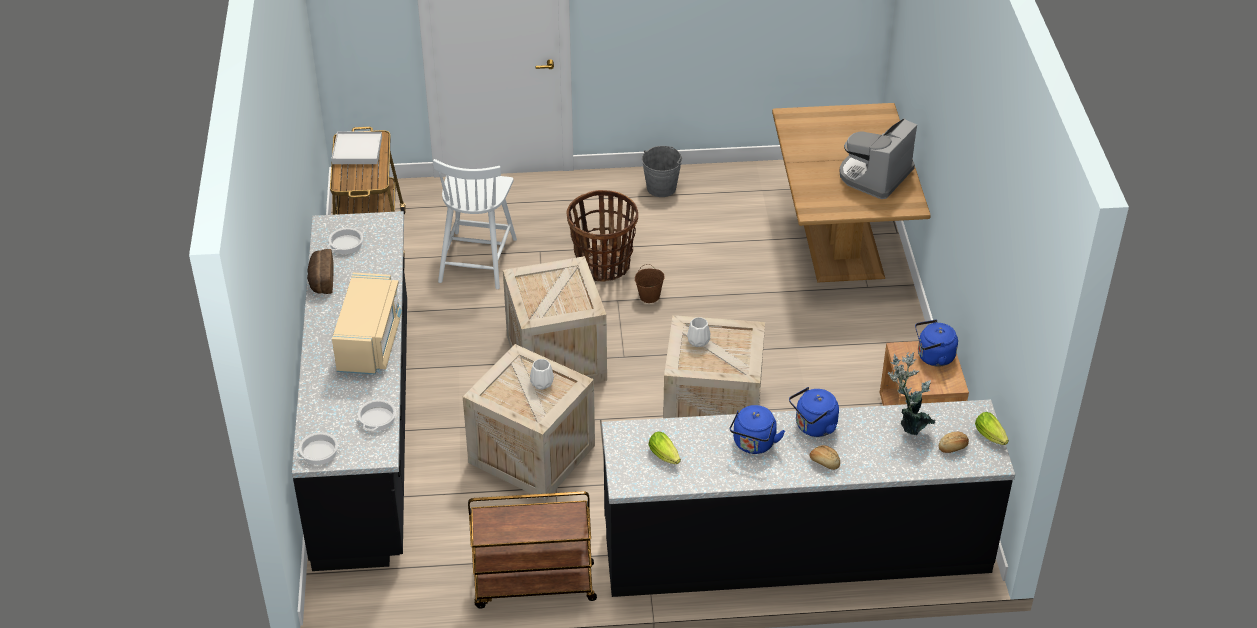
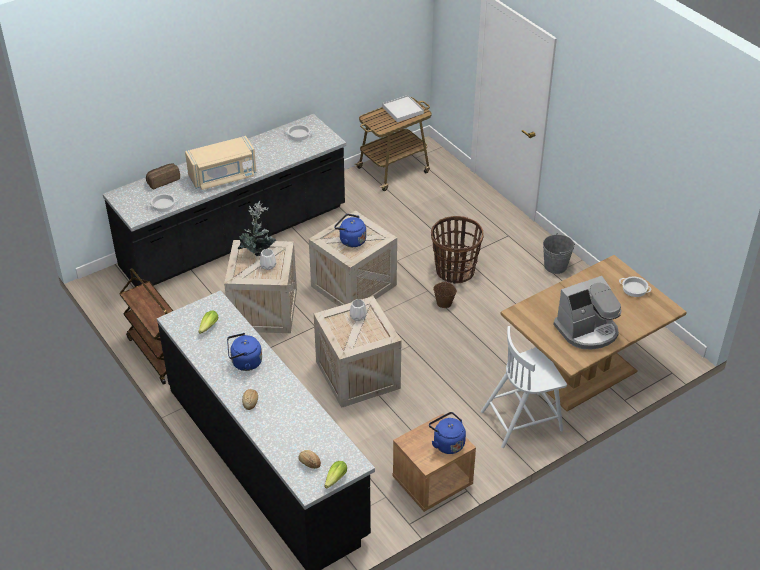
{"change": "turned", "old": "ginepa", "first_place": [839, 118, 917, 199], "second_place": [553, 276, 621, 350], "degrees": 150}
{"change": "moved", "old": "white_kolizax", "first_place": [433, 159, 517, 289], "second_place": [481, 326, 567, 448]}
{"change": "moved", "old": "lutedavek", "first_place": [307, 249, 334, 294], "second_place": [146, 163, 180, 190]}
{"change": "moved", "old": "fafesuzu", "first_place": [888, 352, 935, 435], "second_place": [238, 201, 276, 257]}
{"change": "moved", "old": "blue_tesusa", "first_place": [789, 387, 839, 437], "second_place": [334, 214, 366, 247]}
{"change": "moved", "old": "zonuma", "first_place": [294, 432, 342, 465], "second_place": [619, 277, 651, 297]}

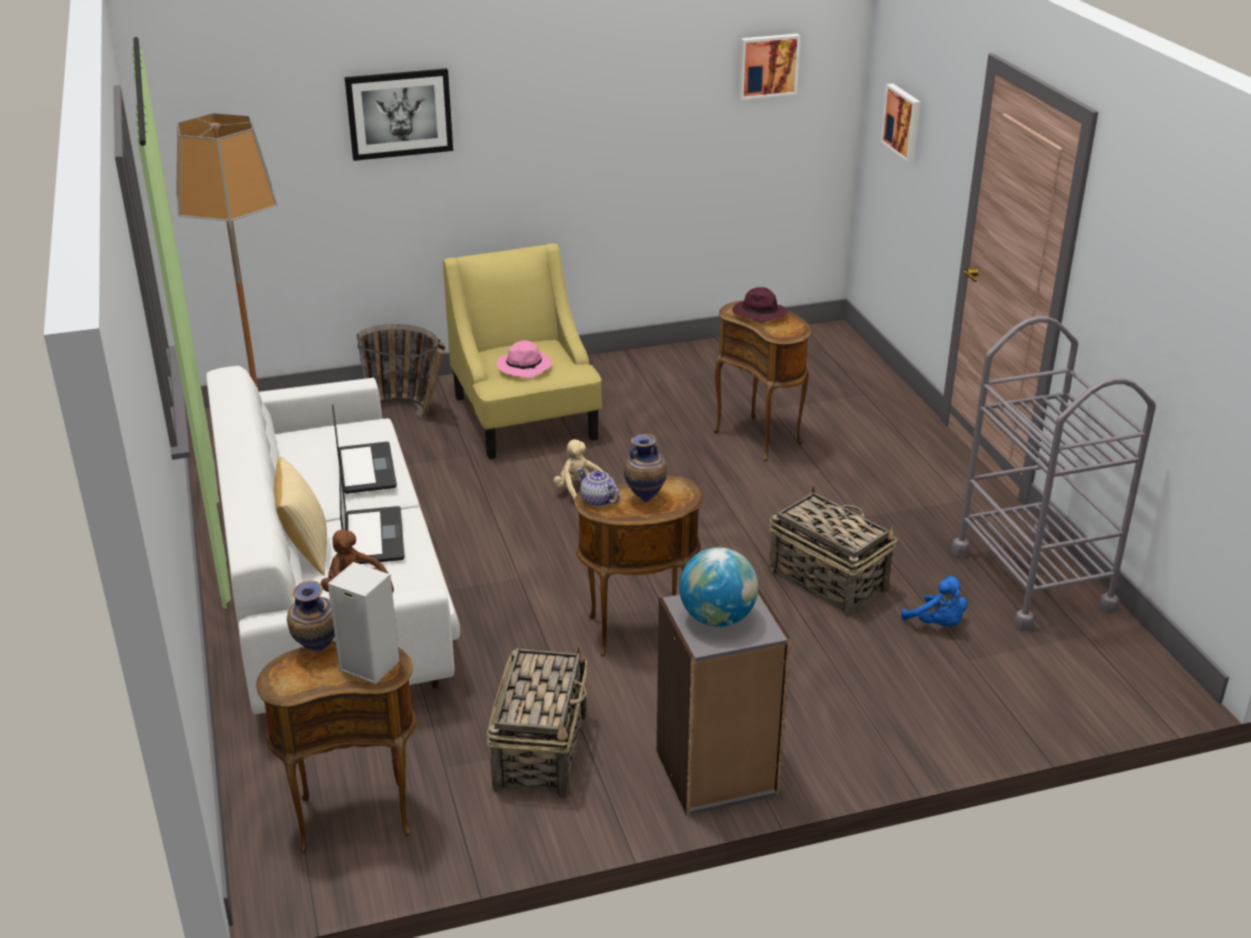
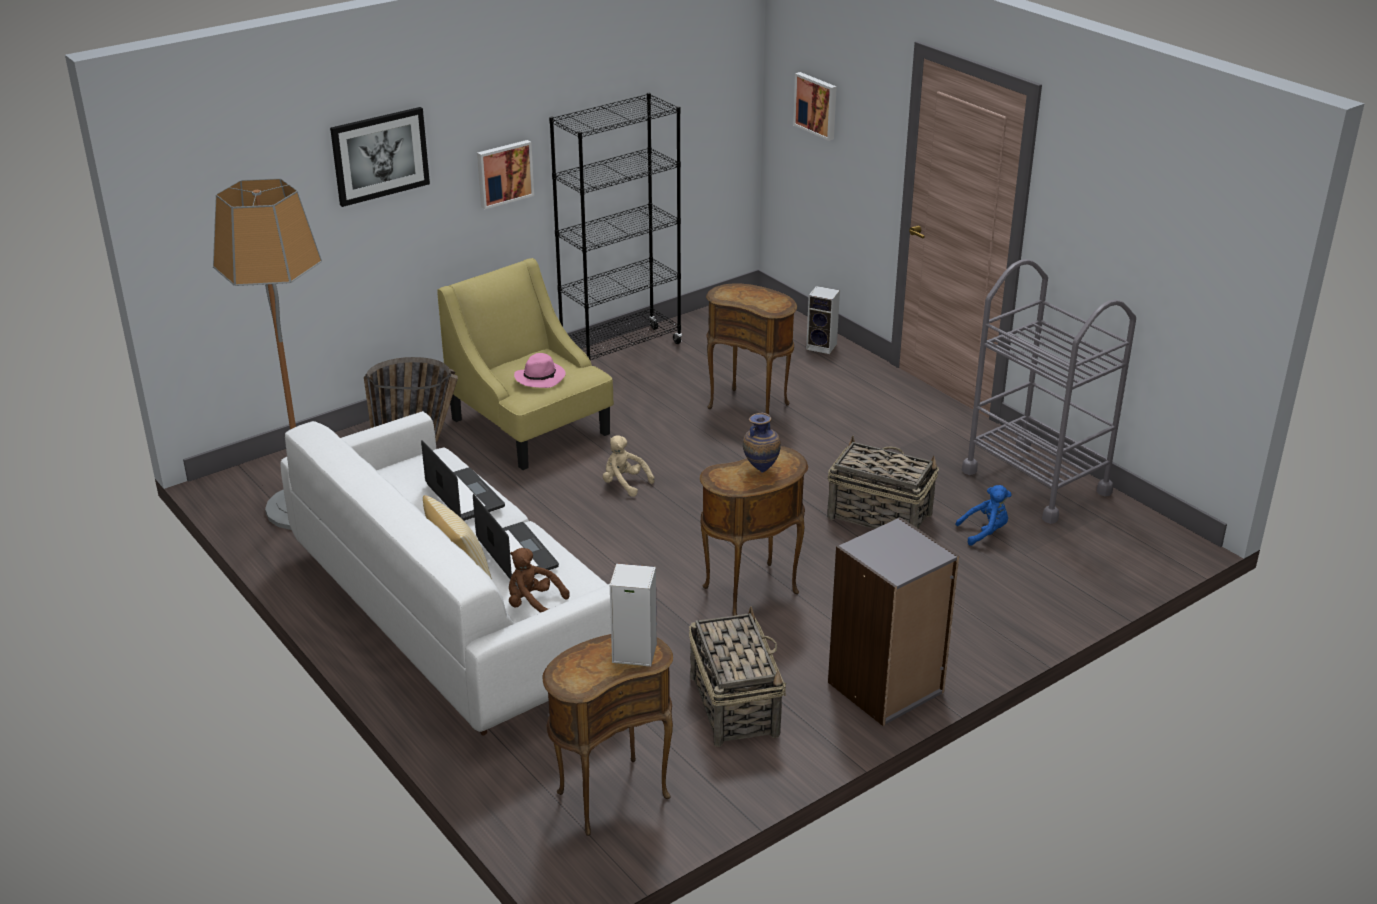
{"change": "moved", "old": "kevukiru", "first_place": [739, 34, 800, 100], "second_place": [477, 140, 534, 209]}
{"change": "removed", "old": "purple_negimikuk", "first_place": [732, 287, 788, 323]}
{"change": "removed", "old": "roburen", "first_place": [577, 468, 620, 507]}
{"change": "removed", "old": "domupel", "first_place": [679, 547, 758, 627]}
{"change": "turned", "old": "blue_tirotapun", "first_place": [901, 576, 967, 626], "second_place": [955, 485, 1011, 546], "degrees": -45}
{"change": "removed", "old": "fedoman", "first_place": [287, 581, 335, 651]}
{"change": "added", "new": "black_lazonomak", "second_place": [549, 93, 682, 361]}
{"change": "added", "new": "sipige", "second_place": [806, 286, 840, 354]}

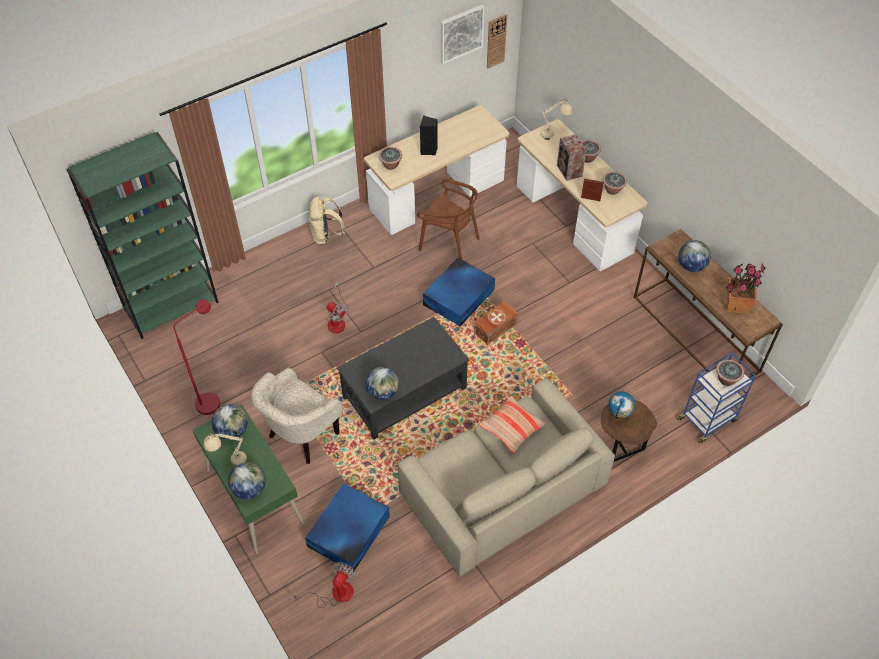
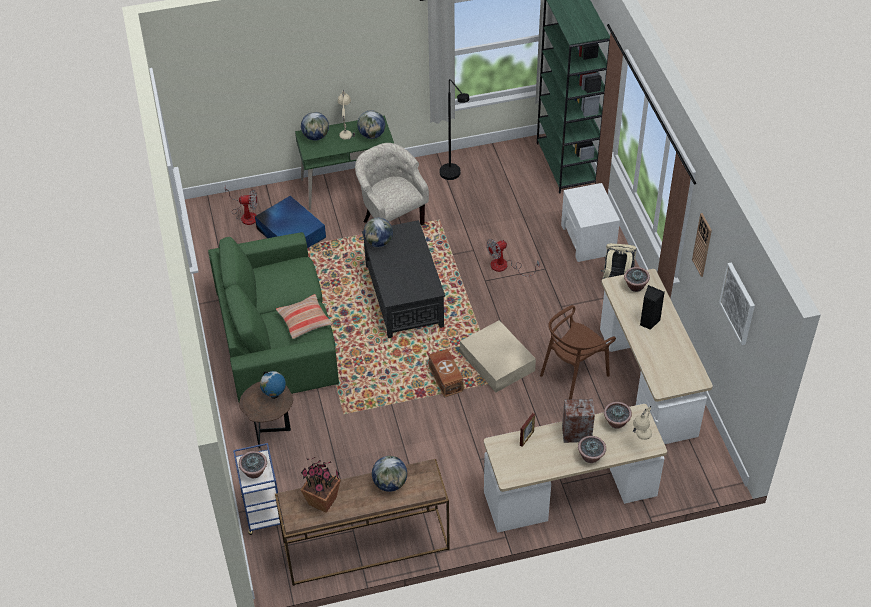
{"change": "moved", "old": "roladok", "first_place": [487, 14, 507, 69], "second_place": [692, 213, 712, 277]}
{"change": "moved", "old": "fafesuzu", "first_place": [603, 171, 627, 195], "second_place": [604, 402, 632, 429]}
{"change": "recoloured", "old": "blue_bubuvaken", "new": "beige_bubuvaken", "first_place": [423, 258, 495, 327], "second_place": [460, 320, 536, 392]}
{"change": "recoloured", "old": "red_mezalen", "new": "black_mezalen", "first_place": [173, 299, 220, 415], "second_place": [440, 79, 470, 180]}
{"change": "recoloured", "old": "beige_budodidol", "new": "green_budodidol", "first_place": [398, 378, 615, 577], "second_place": [208, 232, 339, 402]}
{"change": "turned", "old": "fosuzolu", "first_place": [290, 562, 357, 608], "second_place": [225, 187, 257, 225], "degrees": -45}
{"change": "added", "new": "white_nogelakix", "second_place": [561, 183, 620, 262]}

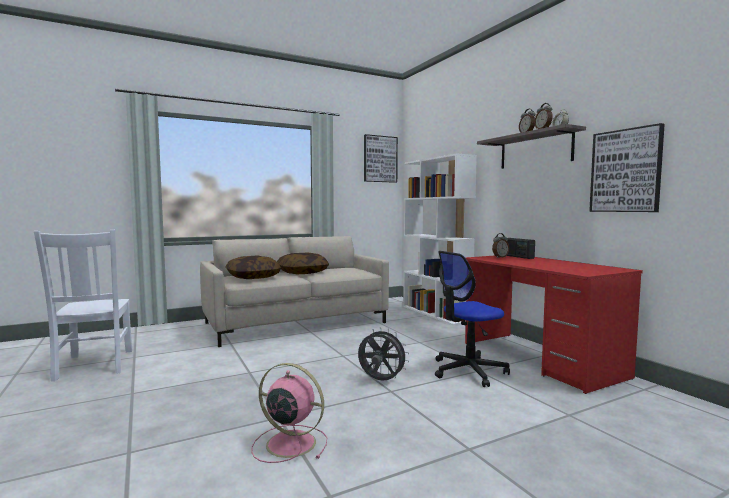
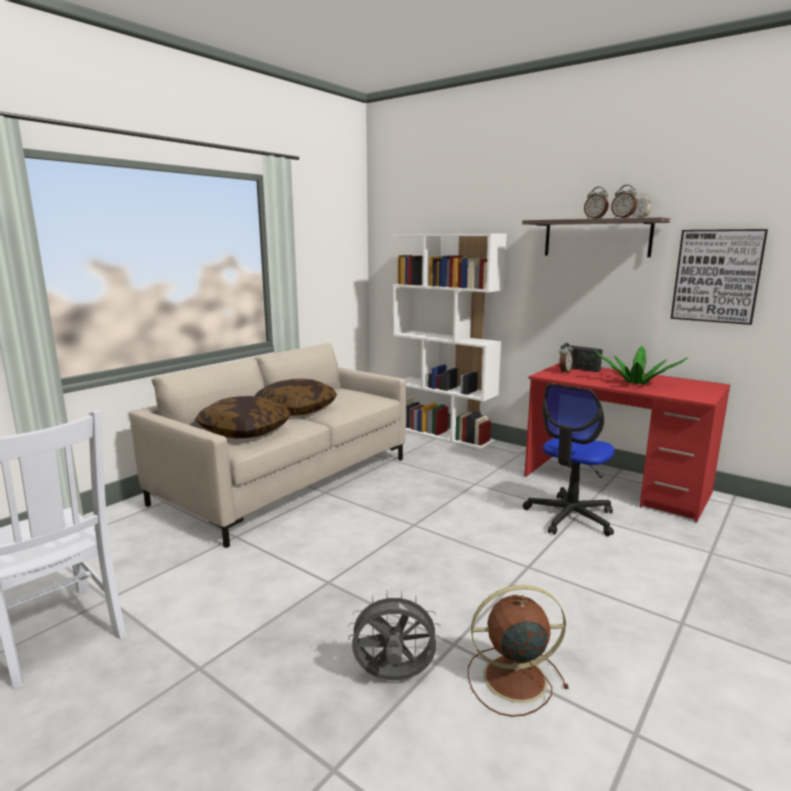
{"change": "removed", "old": "kevukiru", "first_place": [364, 134, 398, 183]}
{"change": "moved", "old": "grey_fosuzolu", "first_place": [358, 327, 409, 381], "second_place": [348, 591, 441, 680]}
{"change": "recoloured", "old": "pink_fosuzolu", "new": "brown_fosuzolu", "first_place": [251, 363, 327, 463], "second_place": [468, 585, 569, 717]}
{"change": "added", "new": "fafesuzu", "second_place": [594, 346, 689, 384]}

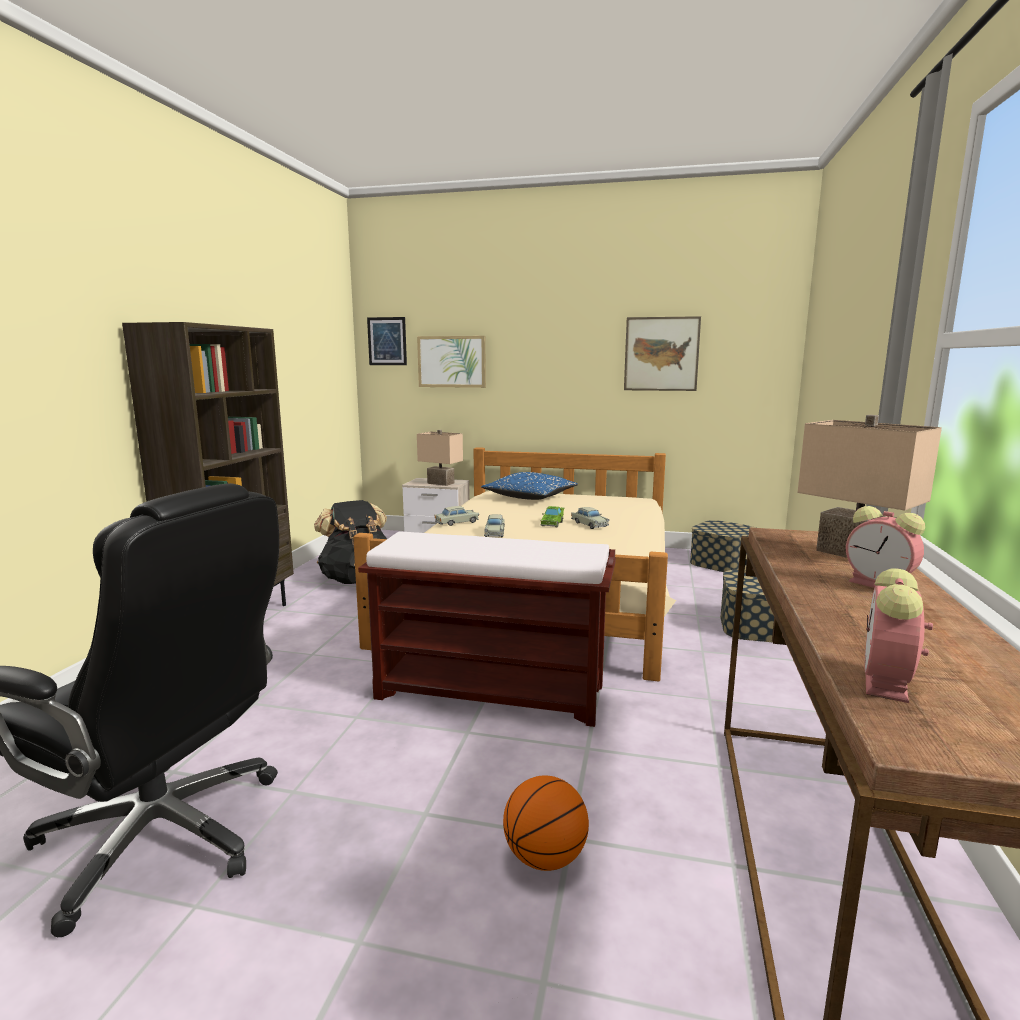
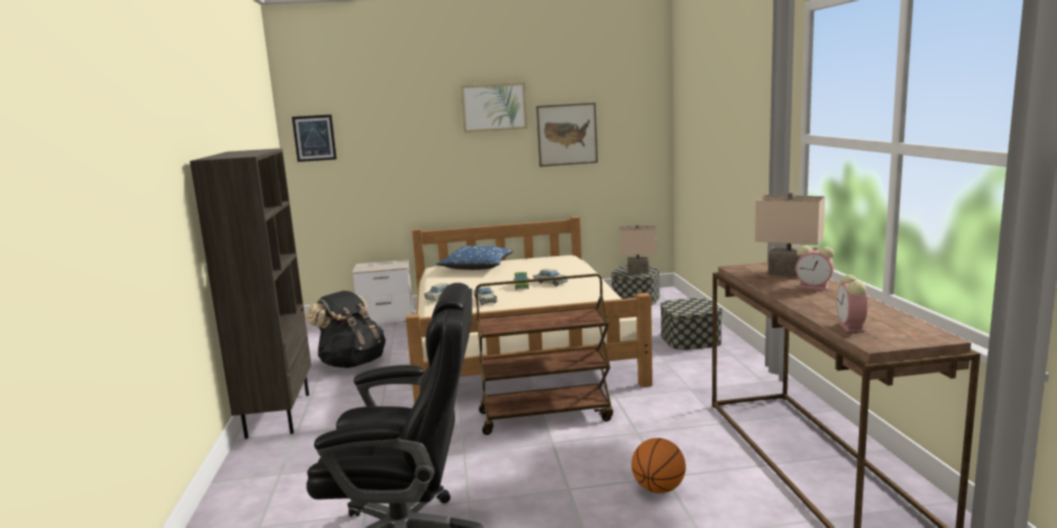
{"change": "moved", "old": "kevukiru", "first_place": [417, 336, 486, 388], "second_place": [460, 82, 527, 133]}
{"change": "moved", "old": "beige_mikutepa", "first_place": [417, 430, 463, 486], "second_place": [620, 225, 656, 274]}
{"change": "replaced", "old": "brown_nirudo", "new": "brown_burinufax", "first_place": [358, 531, 616, 727], "second_place": [475, 274, 613, 435]}

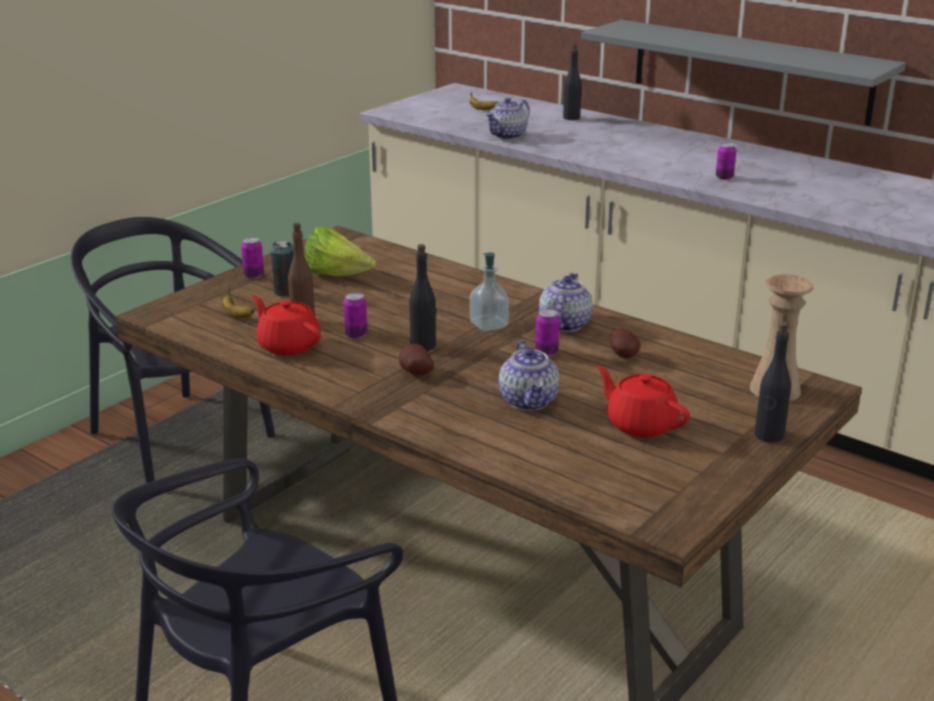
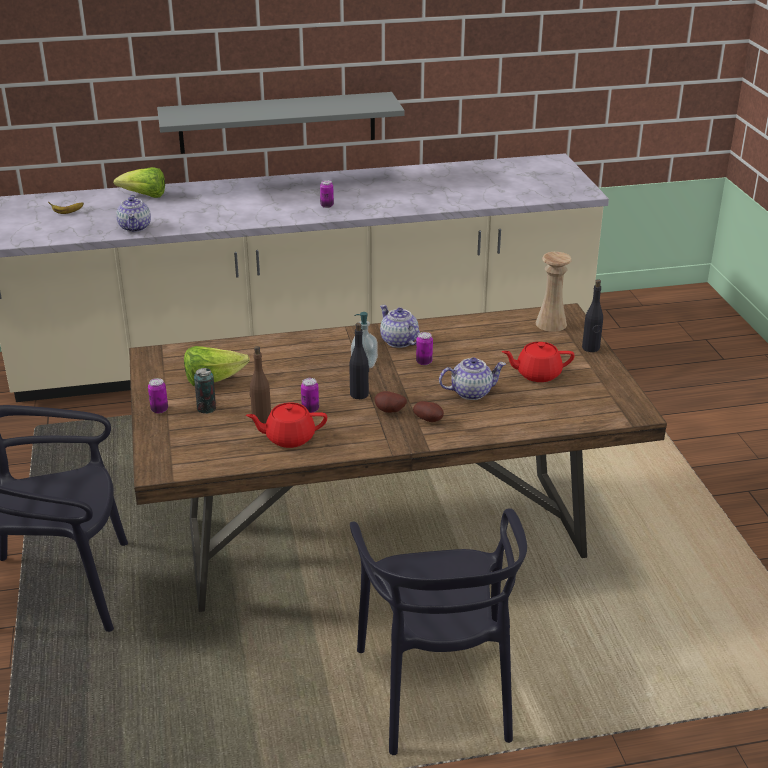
{"change": "replaced", "old": "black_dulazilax", "new": "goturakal", "first_place": [563, 44, 582, 120], "second_place": [113, 167, 165, 198]}
{"change": "removed", "old": "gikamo", "first_place": [223, 288, 255, 318]}
{"change": "moved", "old": "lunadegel", "first_place": [610, 328, 641, 359], "second_place": [413, 401, 444, 422]}
{"change": "turned", "old": "roburen", "first_place": [499, 341, 560, 411], "second_place": [439, 357, 506, 400], "degrees": -45}

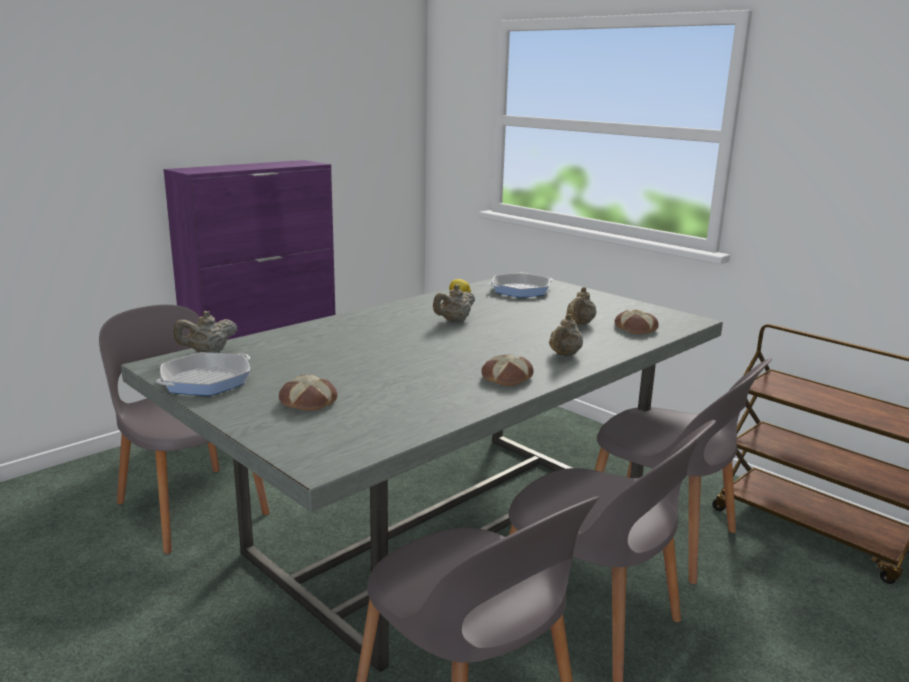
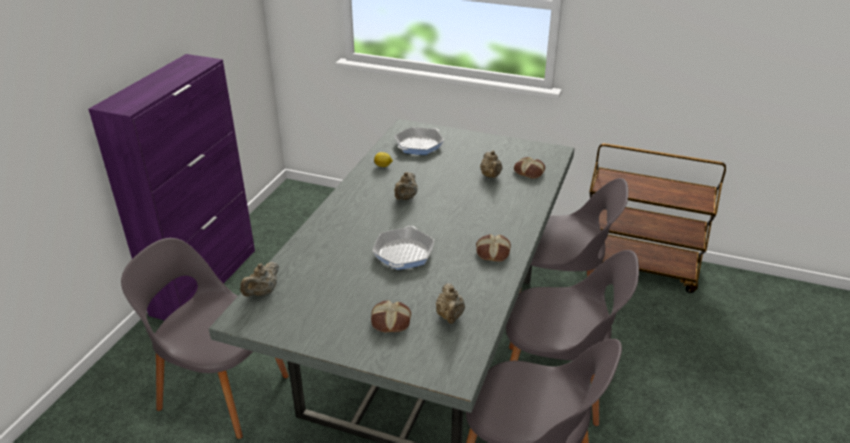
{"change": "moved", "old": "beige_roburen", "first_place": [549, 314, 583, 356], "second_place": [436, 283, 465, 324]}
{"change": "moved", "old": "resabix", "first_place": [156, 352, 250, 396], "second_place": [372, 226, 434, 270]}

